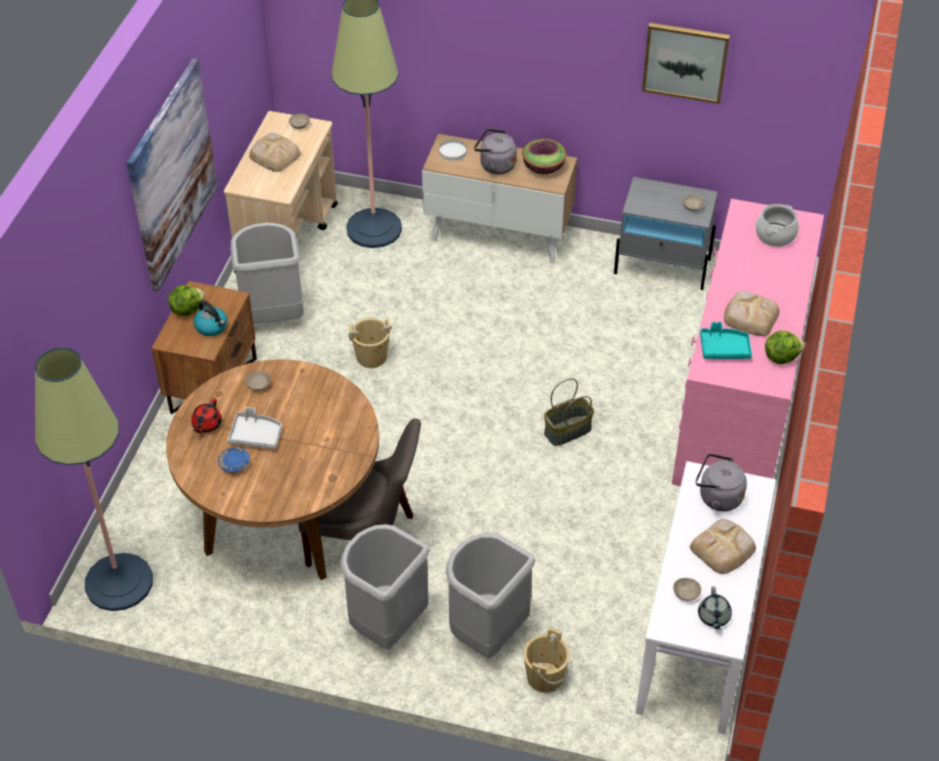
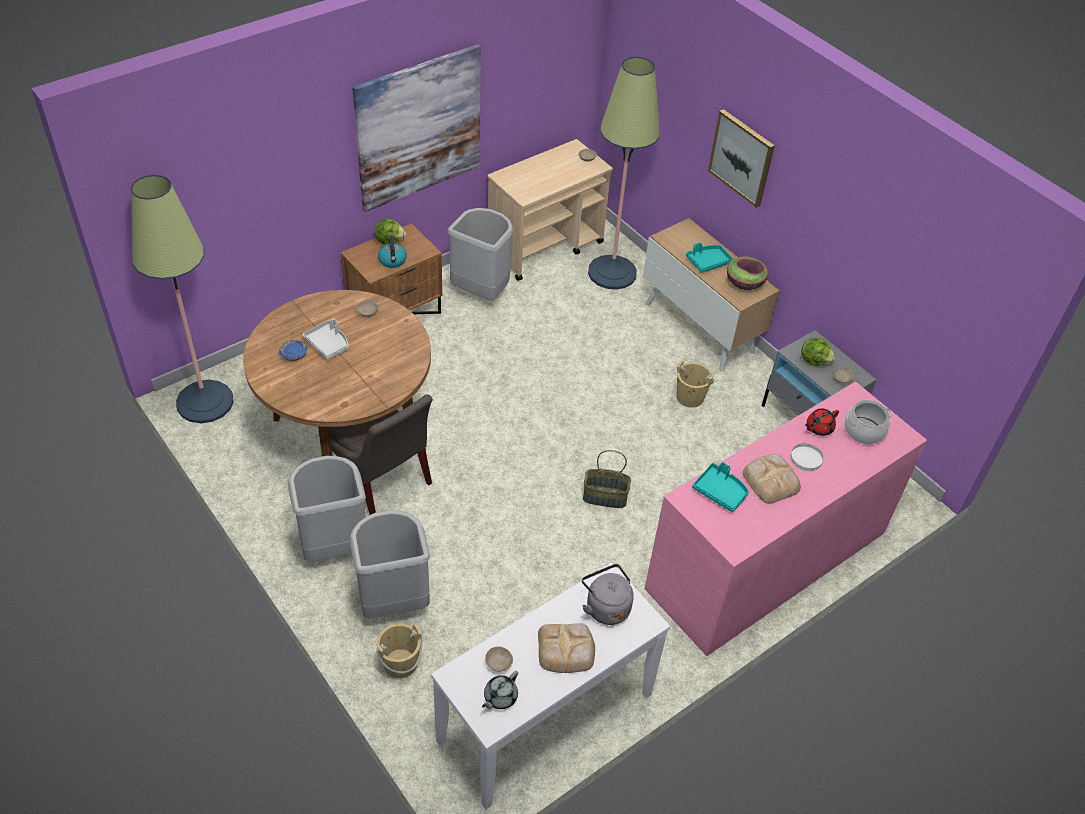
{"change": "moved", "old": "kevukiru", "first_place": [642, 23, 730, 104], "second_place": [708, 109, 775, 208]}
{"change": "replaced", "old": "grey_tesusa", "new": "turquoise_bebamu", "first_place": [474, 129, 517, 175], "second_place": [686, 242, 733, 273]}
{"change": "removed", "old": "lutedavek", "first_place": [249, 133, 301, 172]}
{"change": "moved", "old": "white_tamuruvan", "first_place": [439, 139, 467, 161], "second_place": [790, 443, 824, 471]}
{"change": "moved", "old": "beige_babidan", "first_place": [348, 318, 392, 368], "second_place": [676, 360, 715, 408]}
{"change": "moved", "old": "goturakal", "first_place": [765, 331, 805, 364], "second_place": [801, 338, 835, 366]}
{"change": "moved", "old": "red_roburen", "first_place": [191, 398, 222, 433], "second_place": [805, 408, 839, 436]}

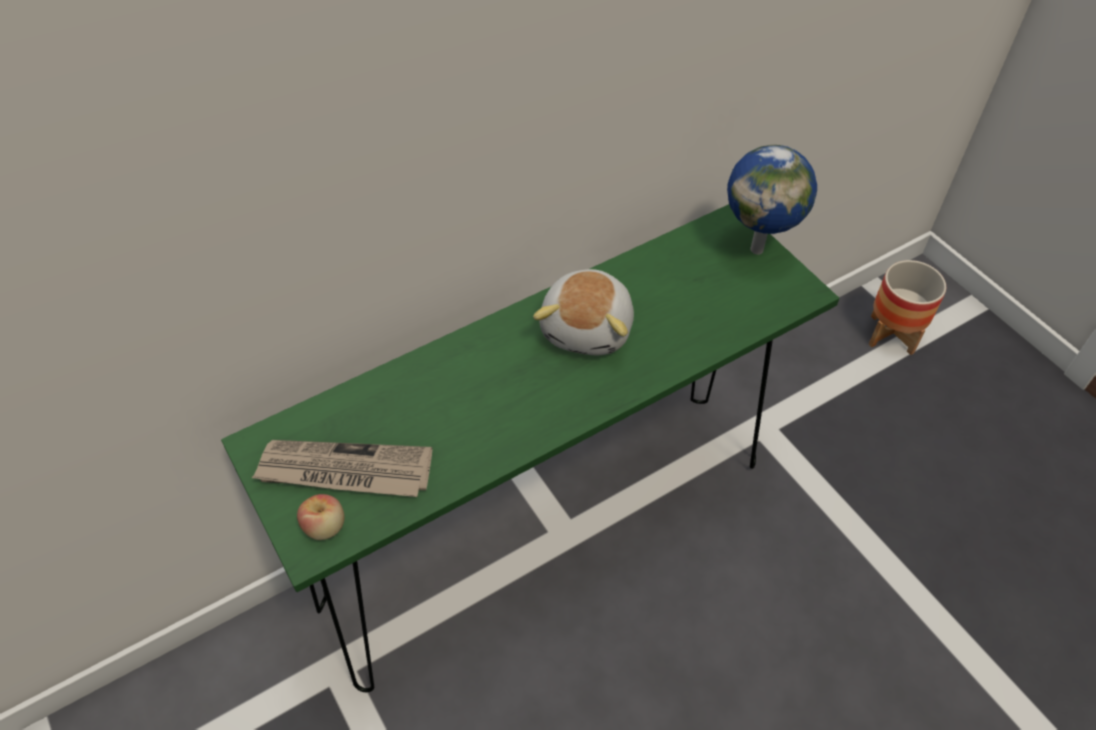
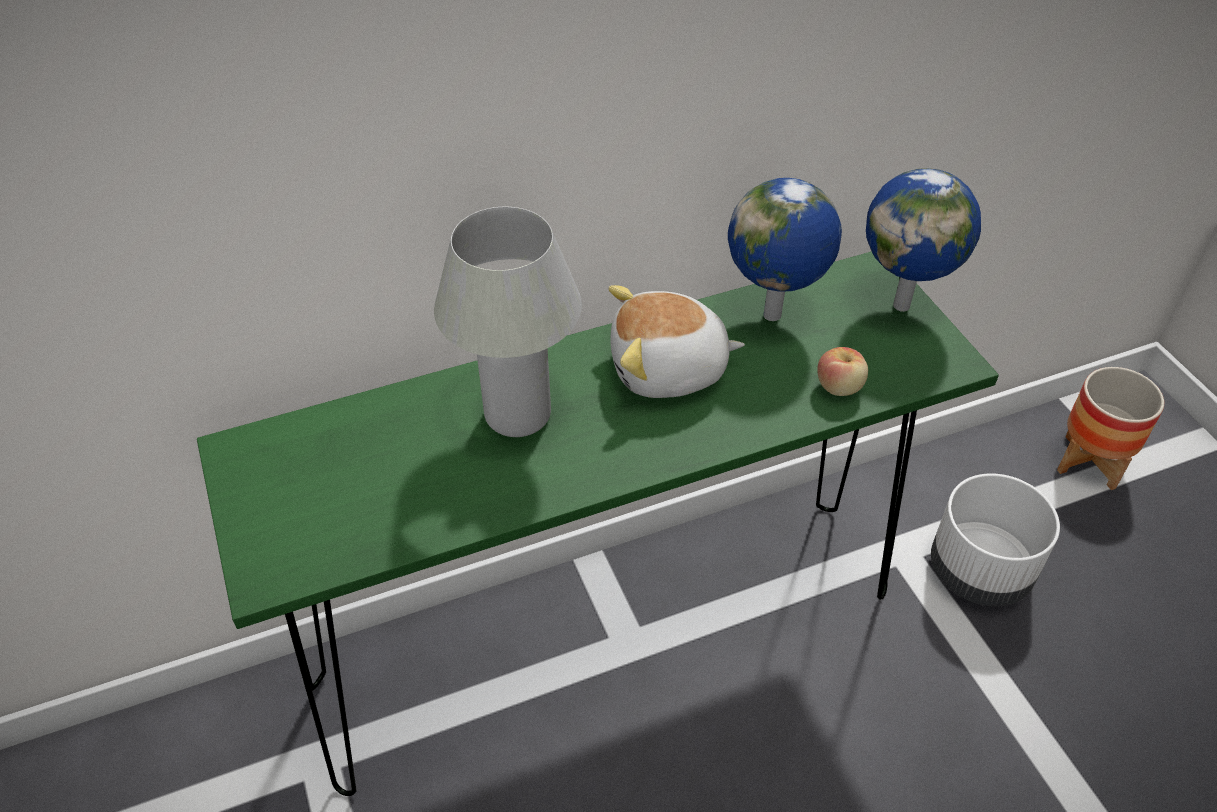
{"change": "turned", "old": "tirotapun", "first_place": [533, 269, 634, 355], "second_place": [609, 285, 745, 398], "degrees": 60}
{"change": "removed", "old": "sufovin", "first_place": [252, 440, 432, 497]}
{"change": "moved", "old": "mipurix", "first_place": [297, 494, 345, 540], "second_place": [817, 347, 868, 396]}
{"change": "added", "new": "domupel", "second_place": [728, 178, 842, 321]}
{"change": "added", "new": "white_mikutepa", "second_place": [434, 207, 582, 437]}
{"change": "added", "new": "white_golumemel", "second_place": [931, 473, 1060, 607]}

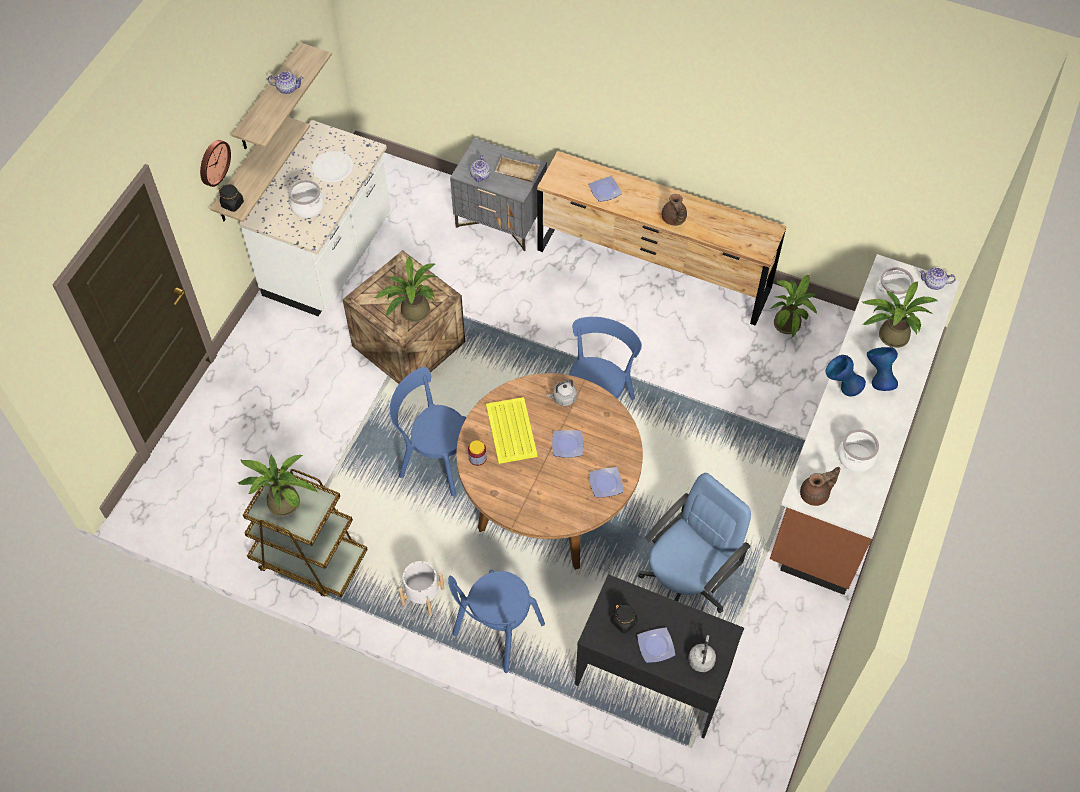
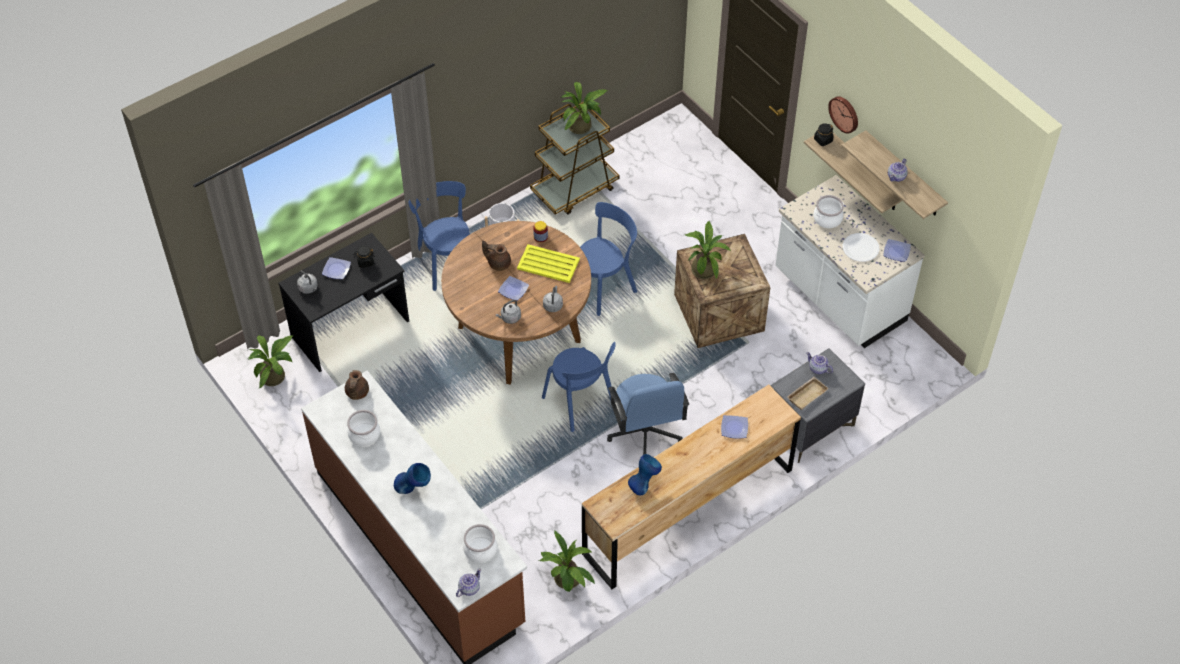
{"change": "moved", "old": "brown_roburen", "first_place": [661, 194, 687, 226], "second_place": [482, 241, 511, 271]}
{"change": "moved", "old": "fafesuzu", "first_place": [861, 282, 938, 348], "second_place": [247, 335, 293, 388]}
{"change": "moved", "old": "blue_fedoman", "first_place": [826, 355, 866, 396], "second_place": [628, 454, 662, 495]}
{"change": "moved", "old": "tamuruvan", "first_place": [589, 467, 623, 497], "second_place": [883, 239, 911, 261]}
{"change": "moved", "old": "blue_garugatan", "first_place": [638, 473, 751, 613], "second_place": [607, 373, 689, 455]}
{"change": "added", "new": "grey_tesusa", "second_place": [496, 300, 521, 324]}

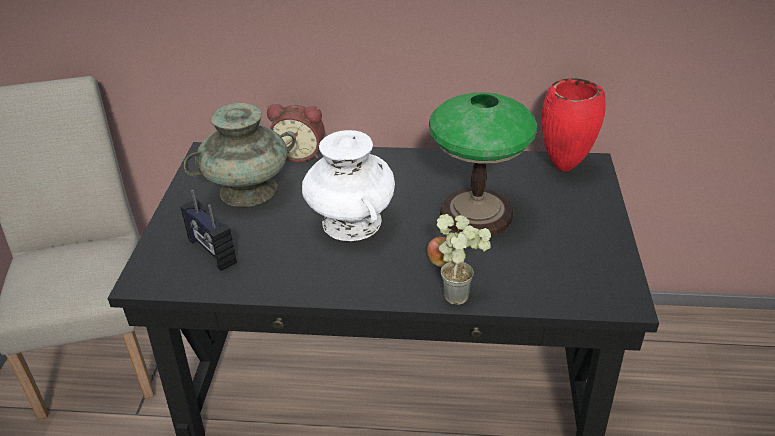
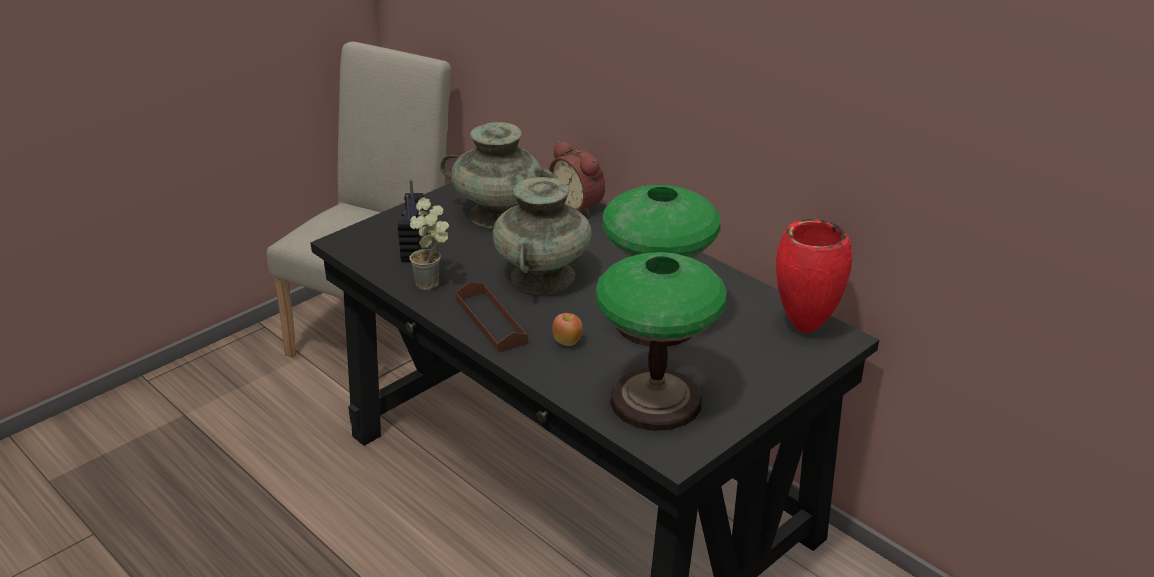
{"change": "recoloured", "old": "white_fedoman", "new": "turquoise_fedoman", "first_place": [302, 130, 395, 241], "second_place": [492, 177, 592, 294]}
{"change": "moved", "old": "fafesuzu", "first_place": [437, 214, 491, 305], "second_place": [409, 198, 449, 290]}
{"change": "added", "new": "mikutepa", "second_place": [595, 252, 727, 431]}
{"change": "added", "new": "brown_bebamu", "second_place": [456, 282, 528, 353]}

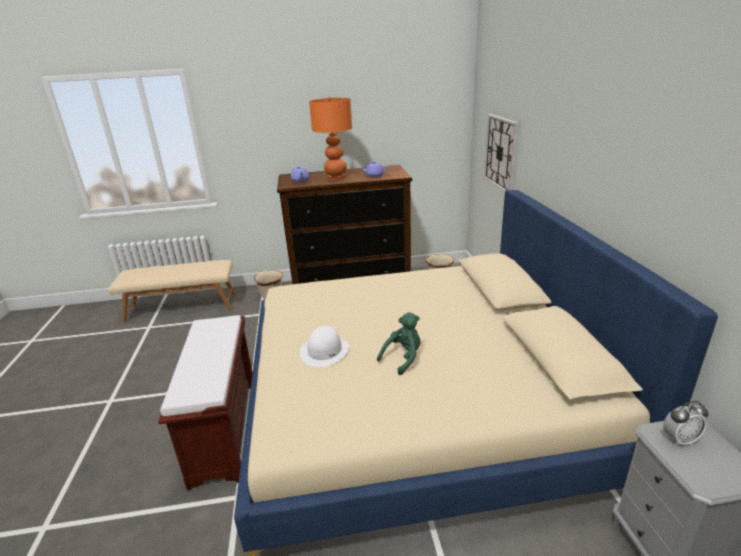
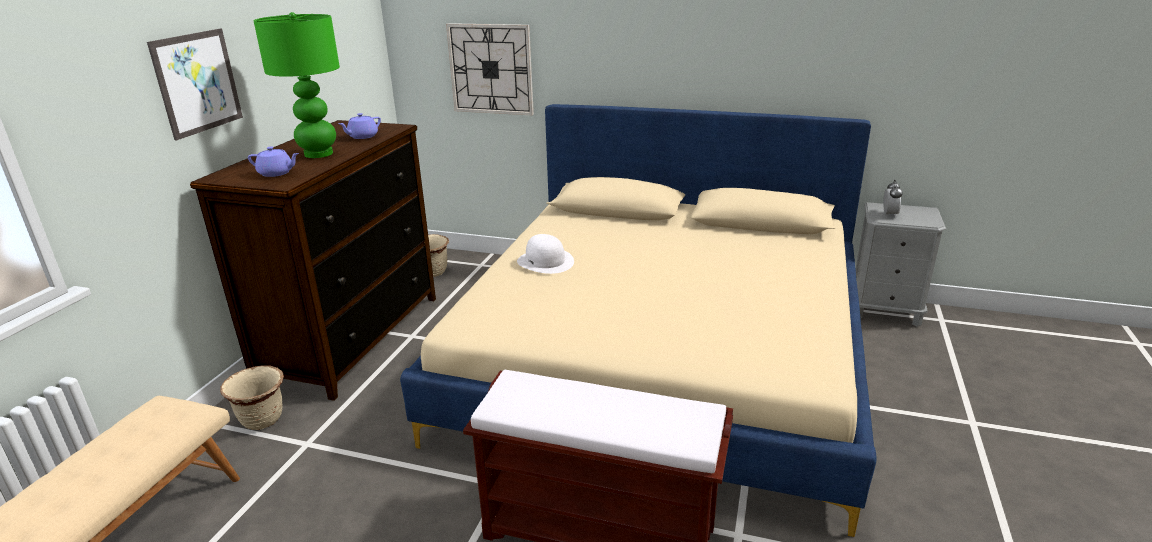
{"change": "recoloured", "old": "orange_mikutepa", "new": "green_mikutepa", "first_place": [309, 97, 352, 180], "second_place": [254, 12, 340, 158]}
{"change": "removed", "old": "green_tirotapun", "first_place": [377, 312, 420, 375]}
{"change": "moved", "old": "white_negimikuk", "first_place": [300, 326, 349, 367], "second_place": [517, 234, 574, 274]}
{"change": "added", "new": "kevukiru", "second_place": [147, 28, 243, 140]}

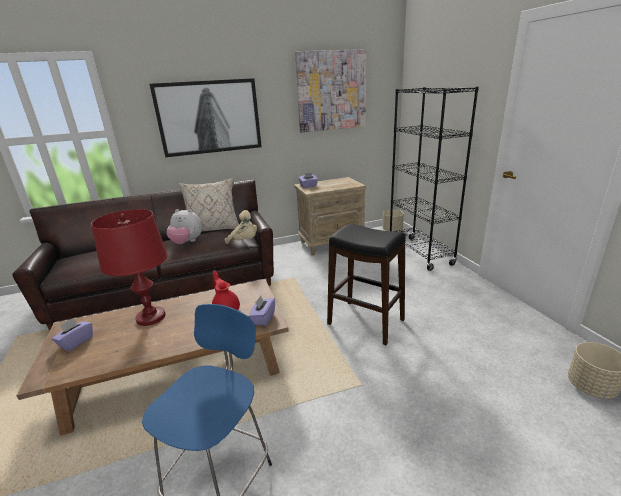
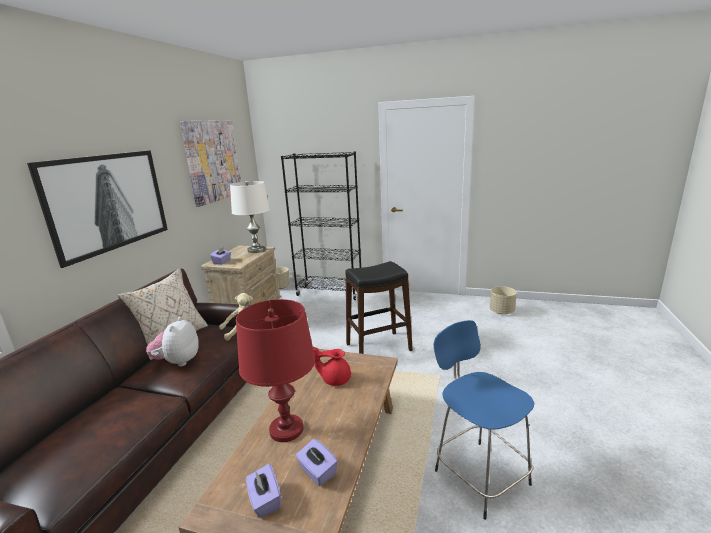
{"change": "turned", "old": "tirotapun", "first_place": [166, 209, 202, 244], "second_place": [146, 317, 199, 367], "degrees": 135}
{"change": "moved", "old": "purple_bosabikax", "first_place": [248, 296, 275, 326], "second_place": [296, 439, 338, 486]}
{"change": "added", "new": "white_mikutepa", "second_place": [230, 181, 270, 253]}

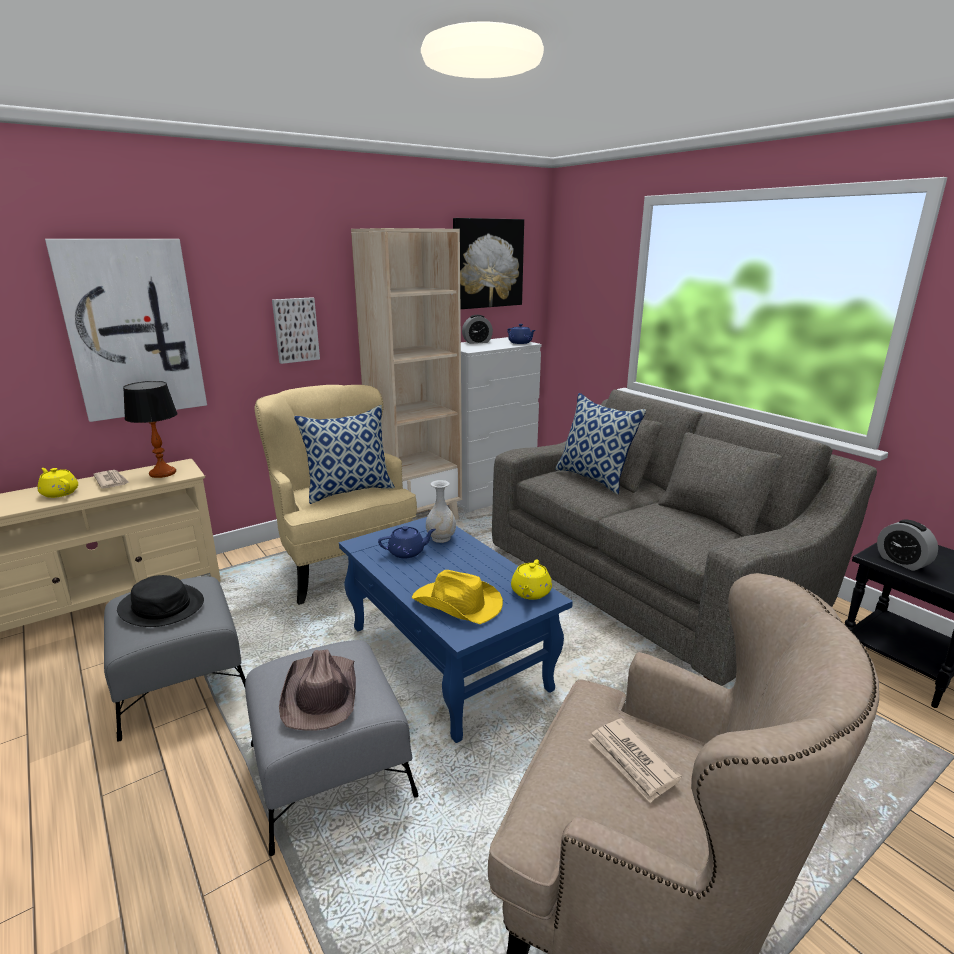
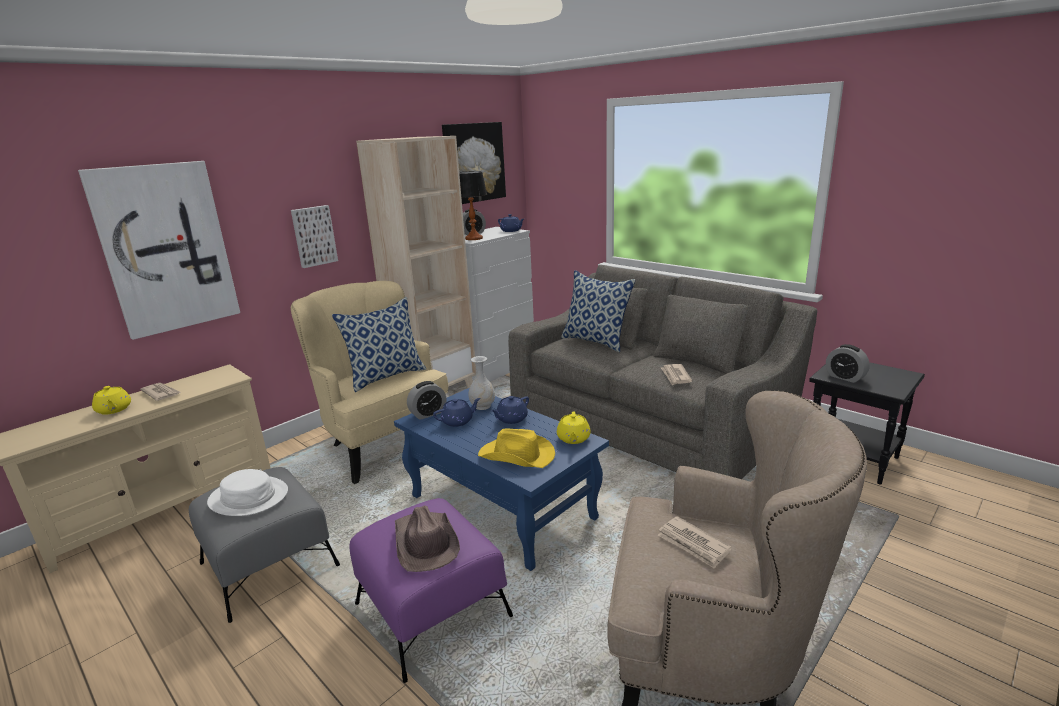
{"change": "moved", "old": "mikutepa", "first_place": [123, 381, 178, 478], "second_place": [459, 171, 487, 240]}
{"change": "turned", "old": "yellow_roburen", "first_place": [37, 468, 78, 498], "second_place": [92, 386, 131, 415], "degrees": -150}
{"change": "recoloured", "old": "black_negimikuk", "new": "white_negimikuk", "first_place": [117, 575, 204, 627], "second_place": [207, 469, 288, 516]}
{"change": "recoloured", "old": "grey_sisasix", "new": "purple_sisasix", "first_place": [245, 640, 419, 856], "second_place": [350, 498, 513, 683]}
{"change": "added", "new": "sufovin", "second_place": [661, 364, 692, 385]}
{"change": "added", "new": "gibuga", "second_place": [407, 381, 447, 420]}
{"change": "added", "new": "blue_roburen", "second_place": [491, 396, 529, 424]}

